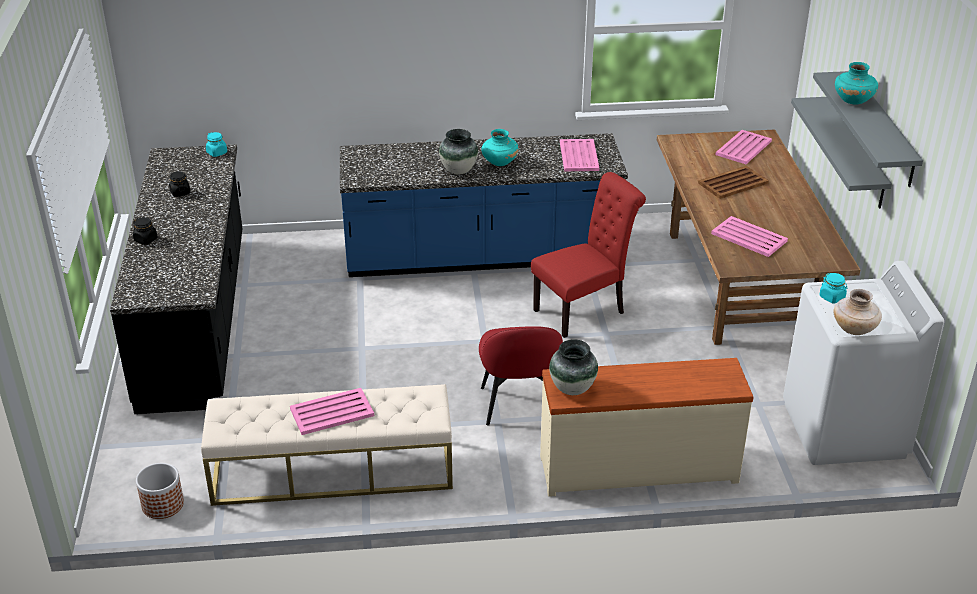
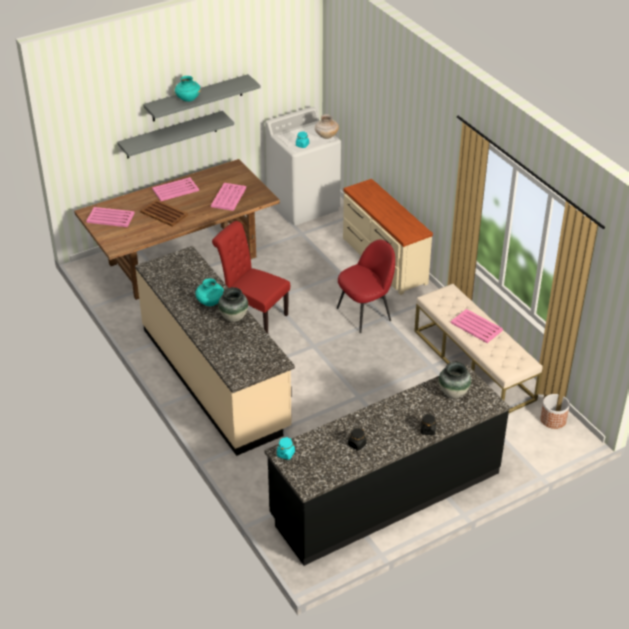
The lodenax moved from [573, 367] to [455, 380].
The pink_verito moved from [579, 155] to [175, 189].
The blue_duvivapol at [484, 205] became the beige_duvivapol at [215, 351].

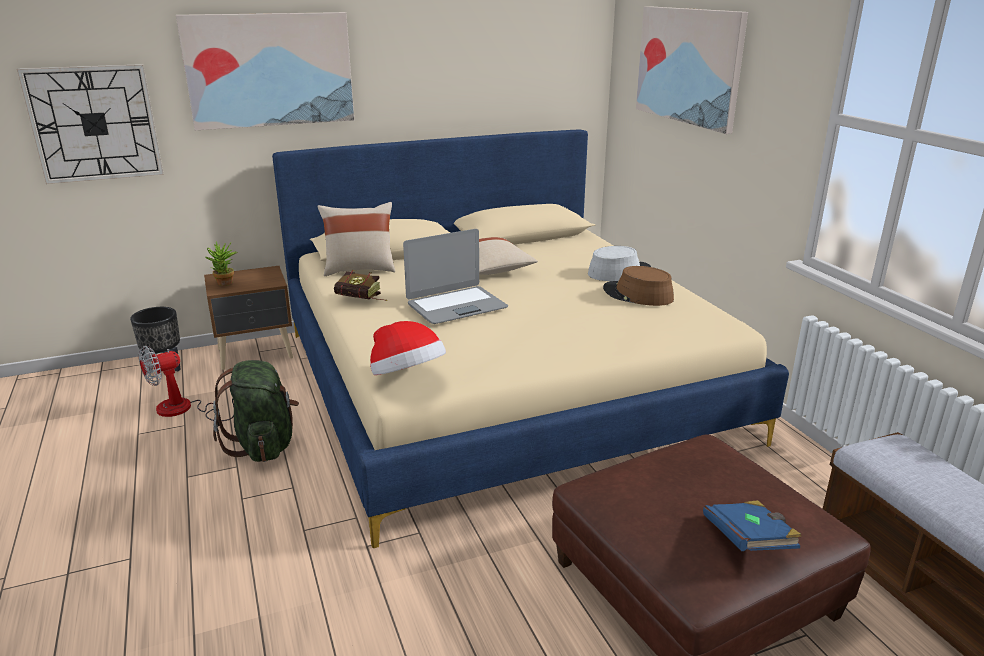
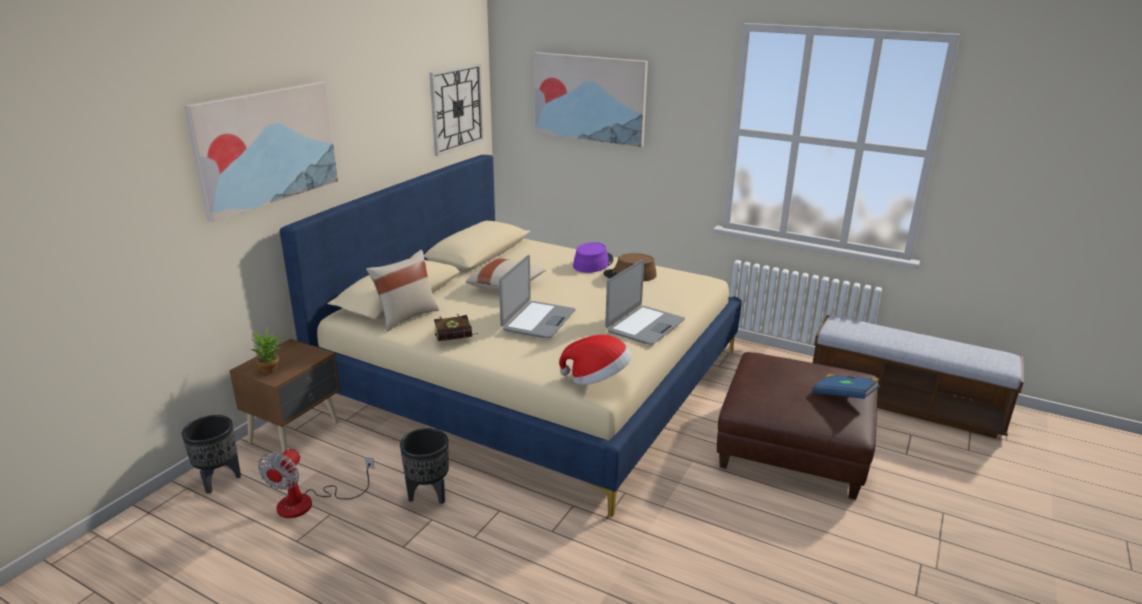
The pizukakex at [645, 302] appeared.
The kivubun moved from [90, 124] to [456, 109].
The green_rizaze at [256, 411] was replaced by the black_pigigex at [424, 466].
The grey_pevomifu at [619, 263] became the purple_pevomifu at [593, 257].

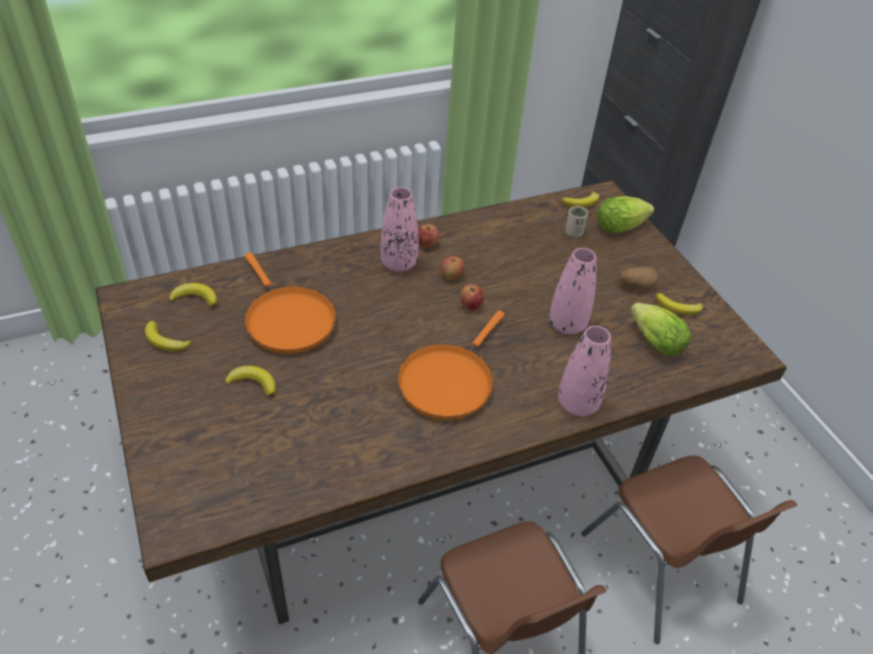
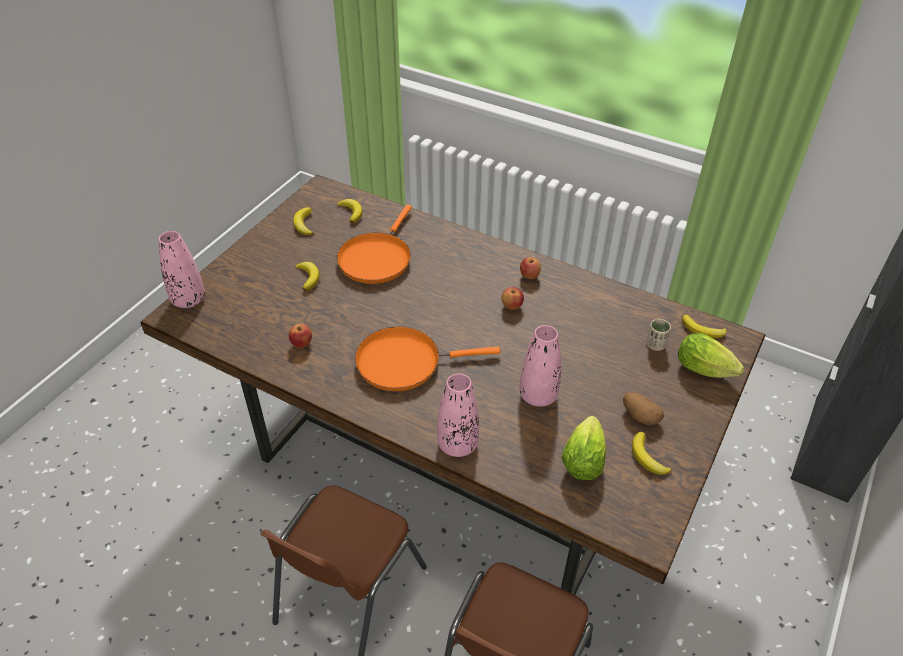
The pink_lodenax moved from [400, 229] to [182, 269].
The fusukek moved from [472, 297] to [300, 335].

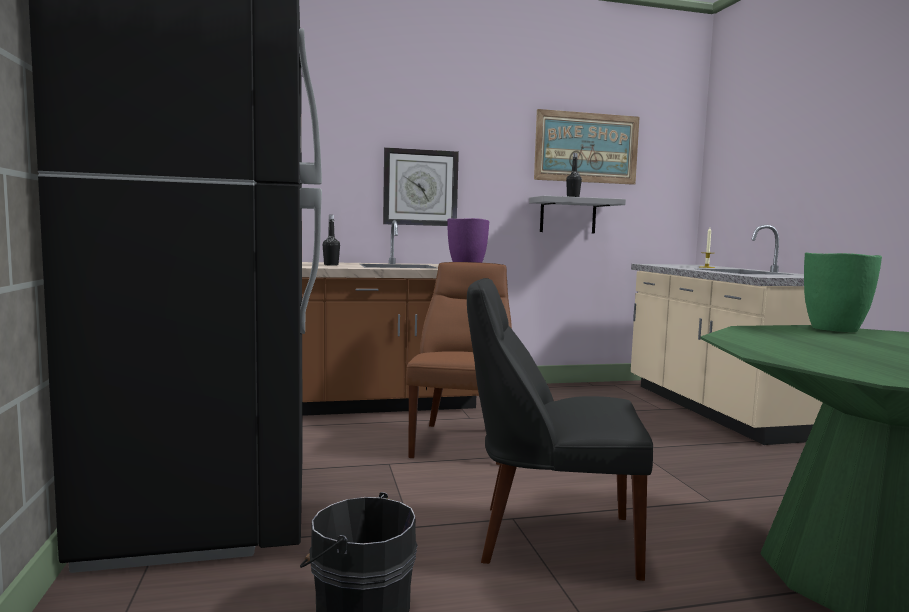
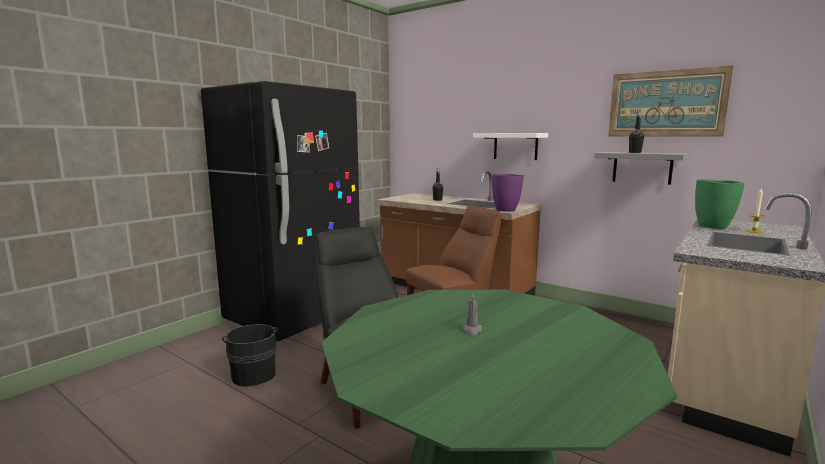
The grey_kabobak at [472, 314] appeared.
The green_lodenax moved from [843, 292] to [720, 204].
The kivubun at [421, 186] was replaced by the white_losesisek at [510, 146].

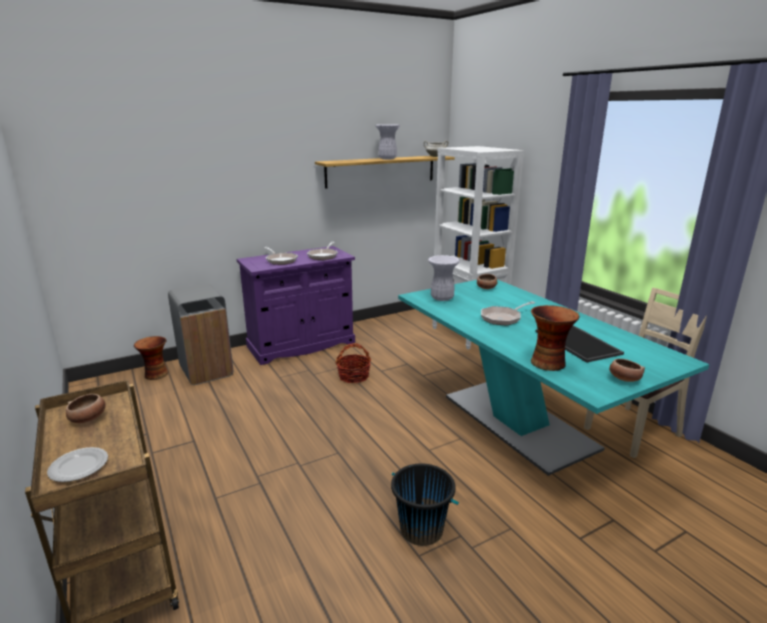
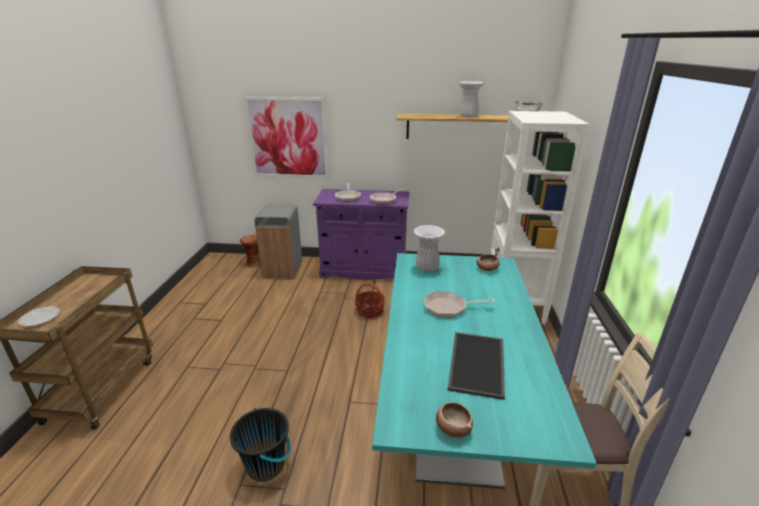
The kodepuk at [86, 408] disappeared.
The lodenax at [555, 338] disappeared.
The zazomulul at [286, 137] appeared.

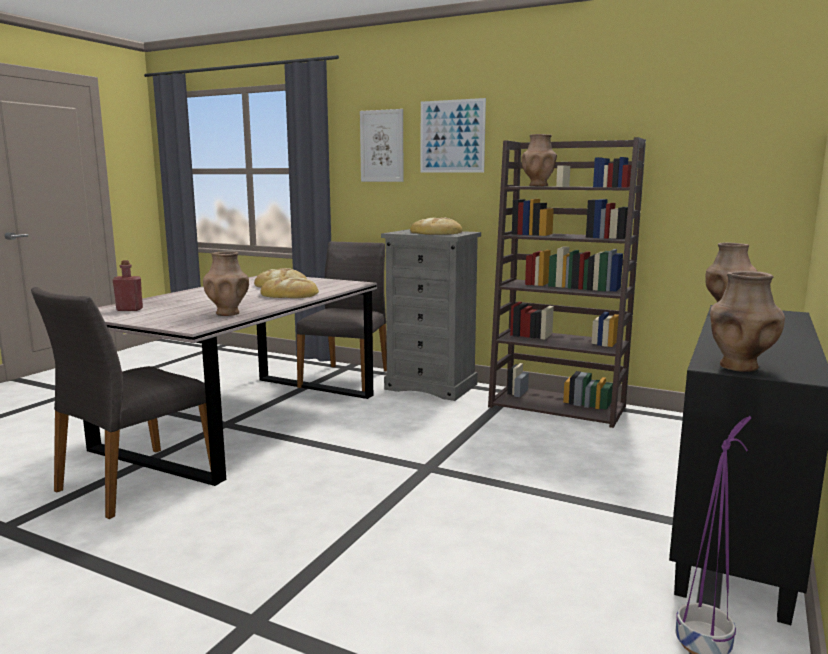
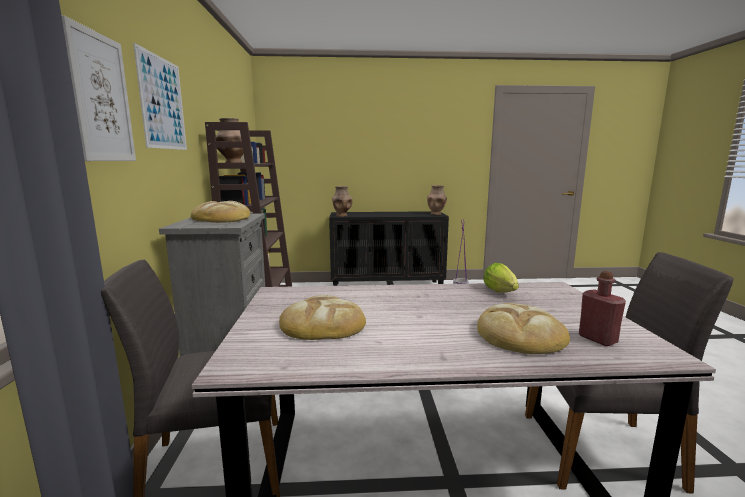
The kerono moved from [290, 287] to [523, 328].
The brown_lodenax at [226, 283] was replaced by the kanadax at [501, 278].

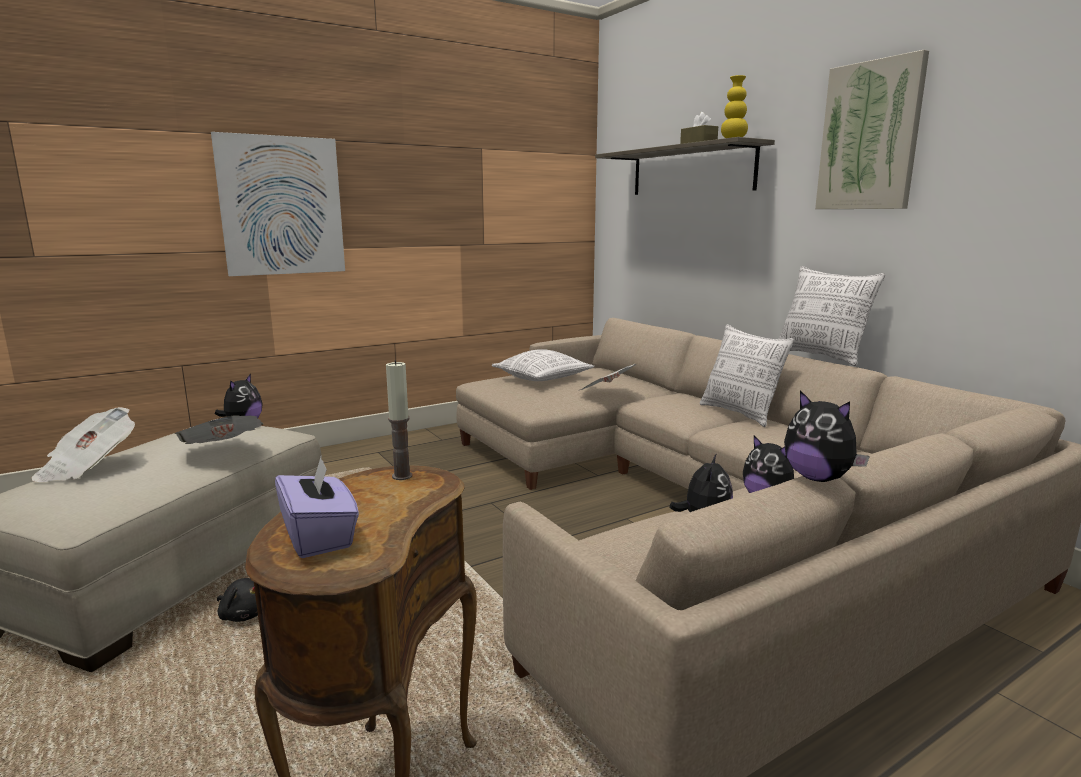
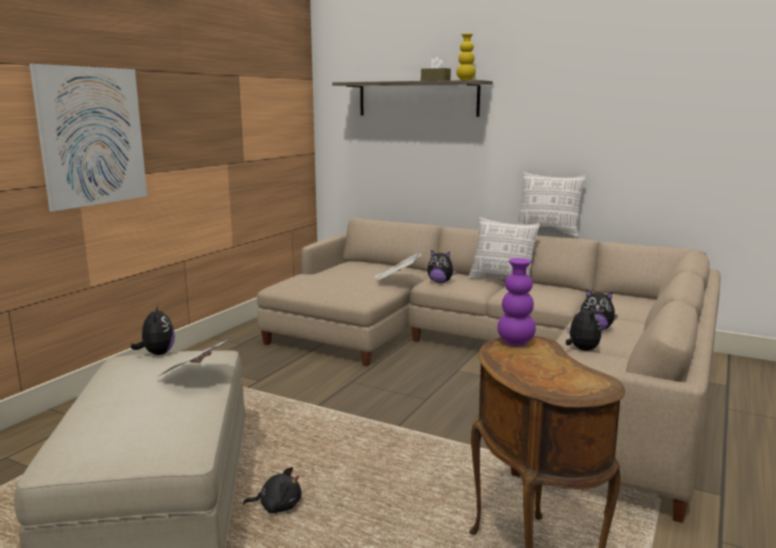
The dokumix at [83, 444] disappeared.
The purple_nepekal at [317, 507] disappeared.
The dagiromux at [543, 365] disappeared.
The zazomulul at [872, 129] disappeared.
The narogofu moved from [827, 436] to [442, 266].
The kabobak at [399, 420] was replaced by the purple_lodenax at [516, 302].

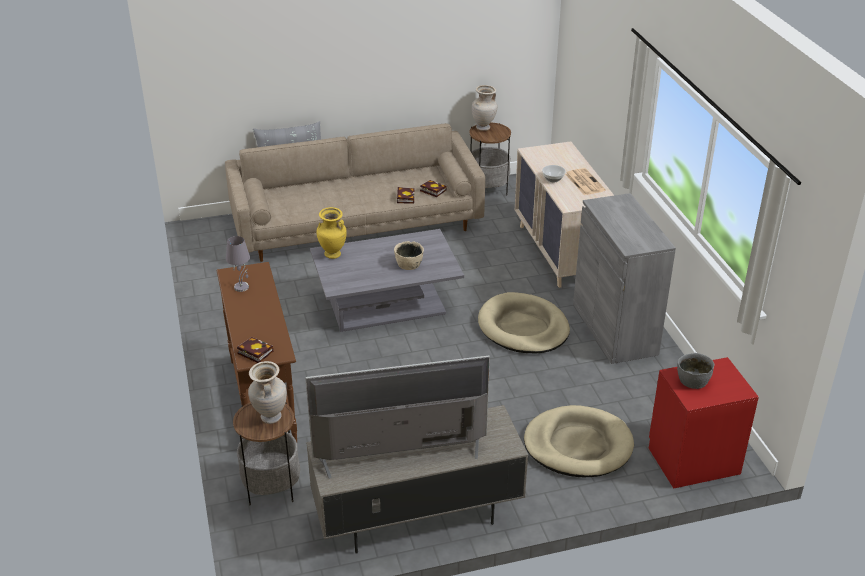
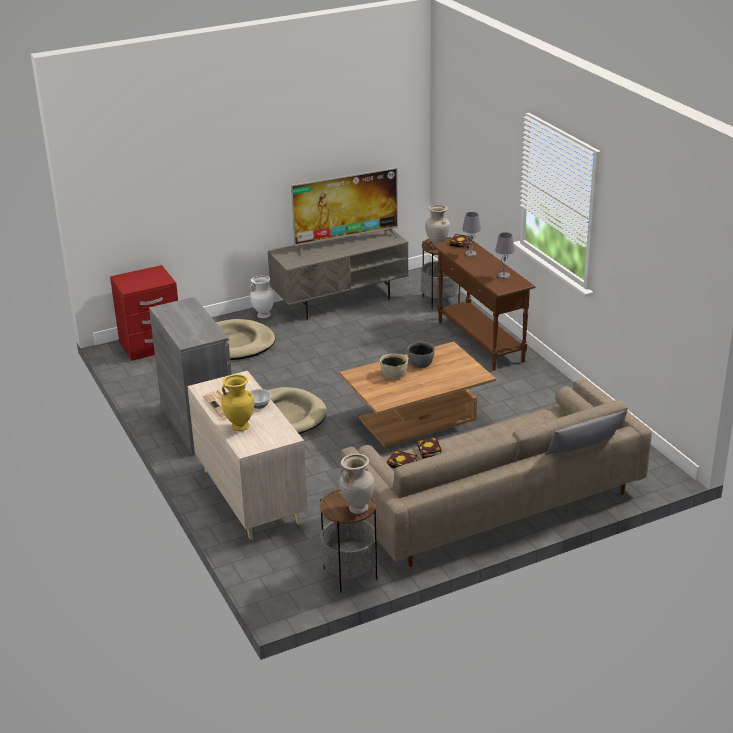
The white_lodenax at [262, 296] appeared.
The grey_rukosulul at [471, 234] appeared.
The yellow_lodenax moved from [331, 233] to [237, 402].
The grey_kodepuk moved from [695, 371] to [421, 354].
The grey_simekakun at [387, 280] became the brown_simekakun at [418, 394].

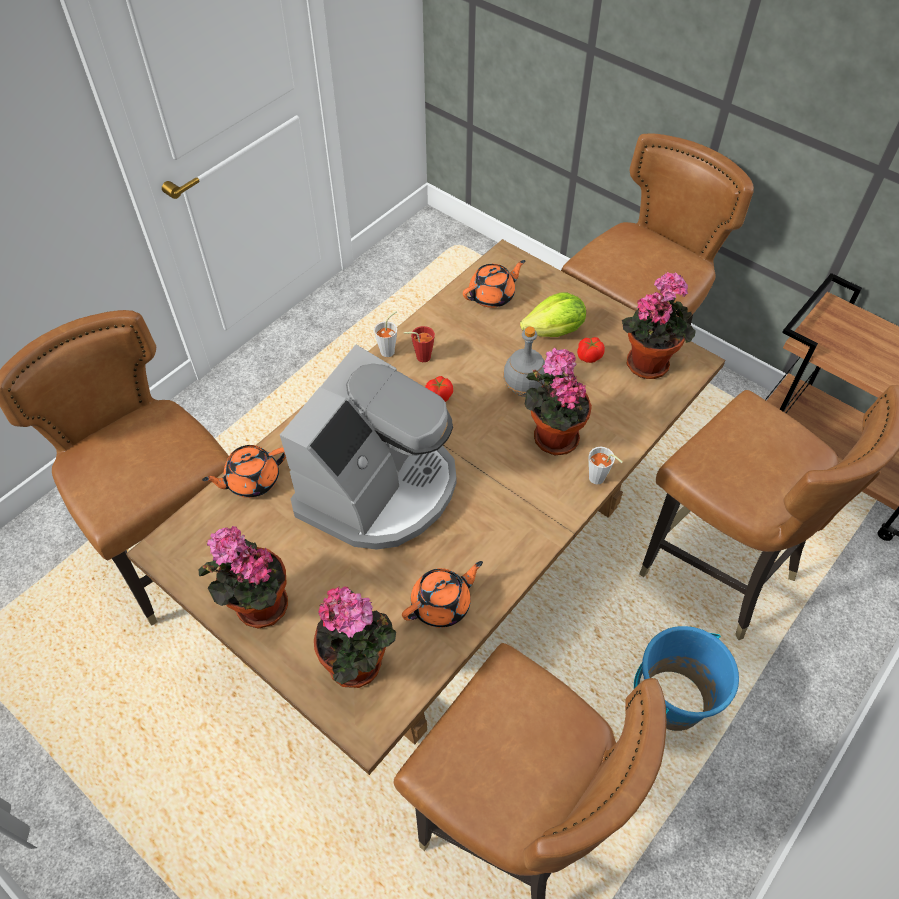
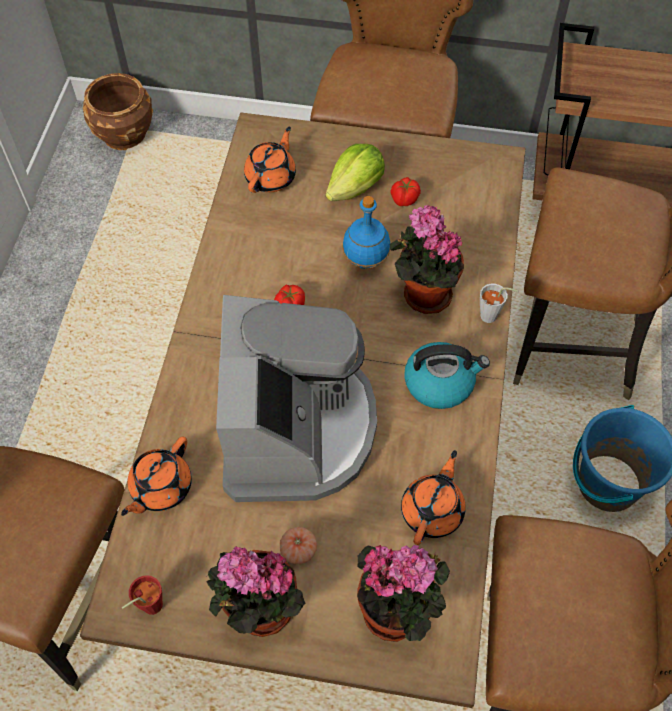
The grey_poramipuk at [385, 334] disappeared.
The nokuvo at [659, 325] disappeared.
The brown_pigigex at [118, 111] appeared.
The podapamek at [298, 545] appeared.
The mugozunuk at [447, 375] appeared.
The red_poramipuk moved from [419, 344] to [142, 595].
The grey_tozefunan at [524, 362] became the blue_tozefunan at [366, 232].

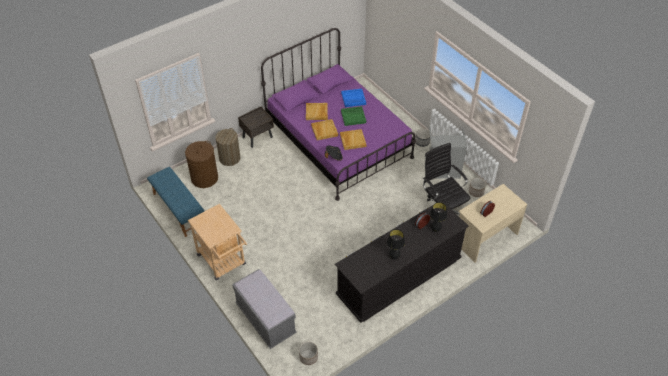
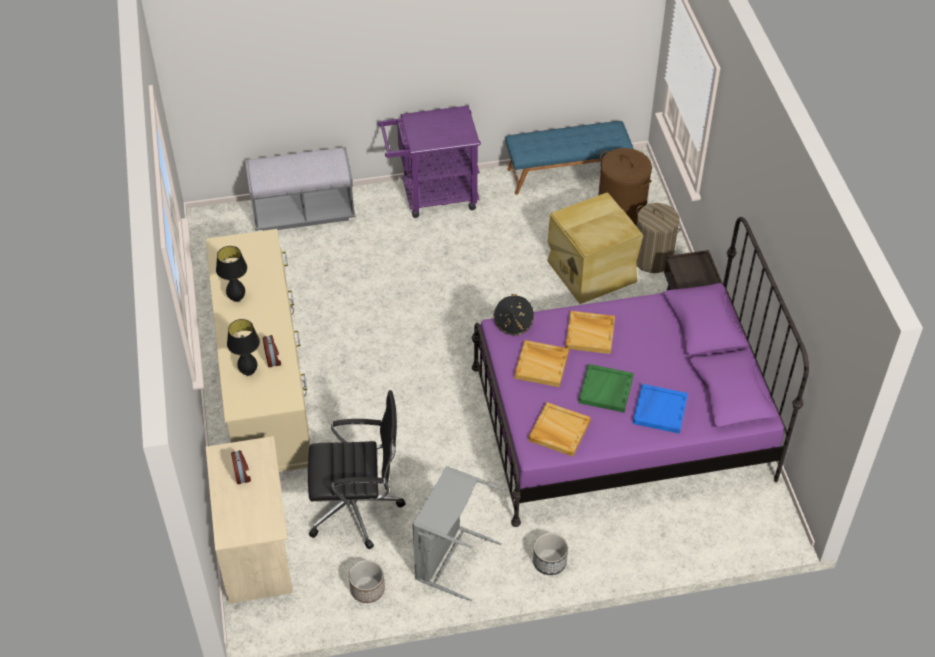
The pigigex at [308, 353] disappeared.
The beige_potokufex at [595, 248] appeared.
The beige_verito moved from [317, 111] to [559, 429].
The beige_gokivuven at [217, 242] became the purple_gokivuven at [429, 162].
The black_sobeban at [402, 261] became the beige_sobeban at [258, 350].

